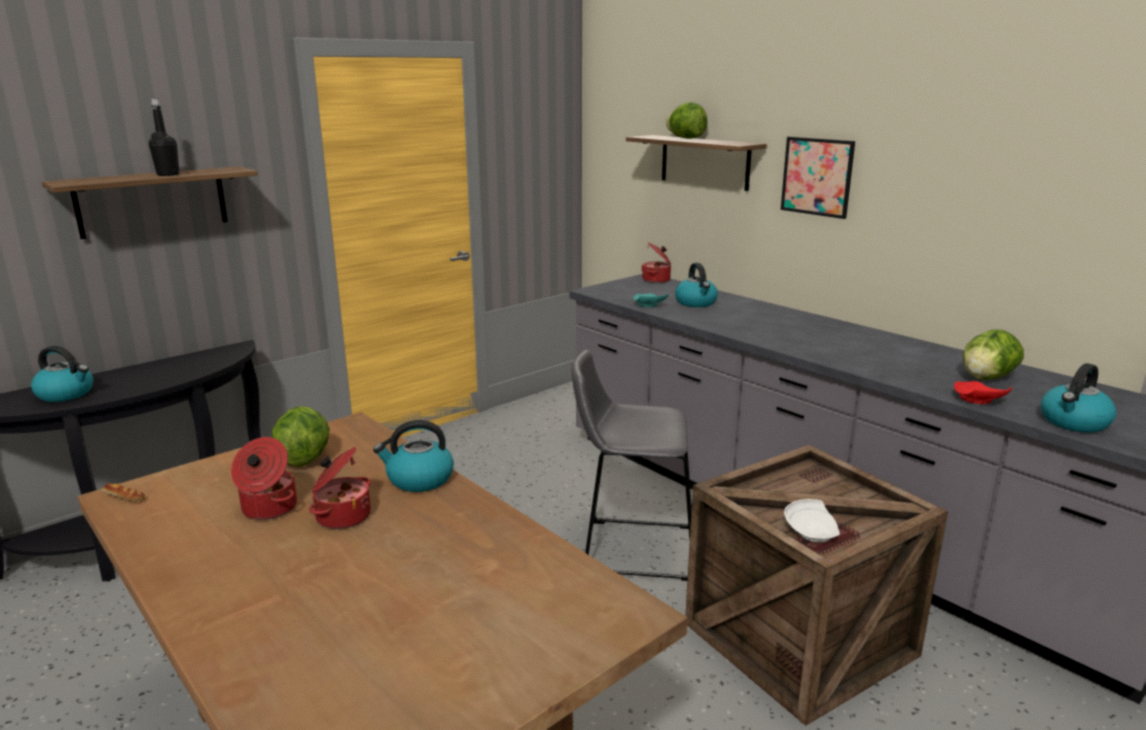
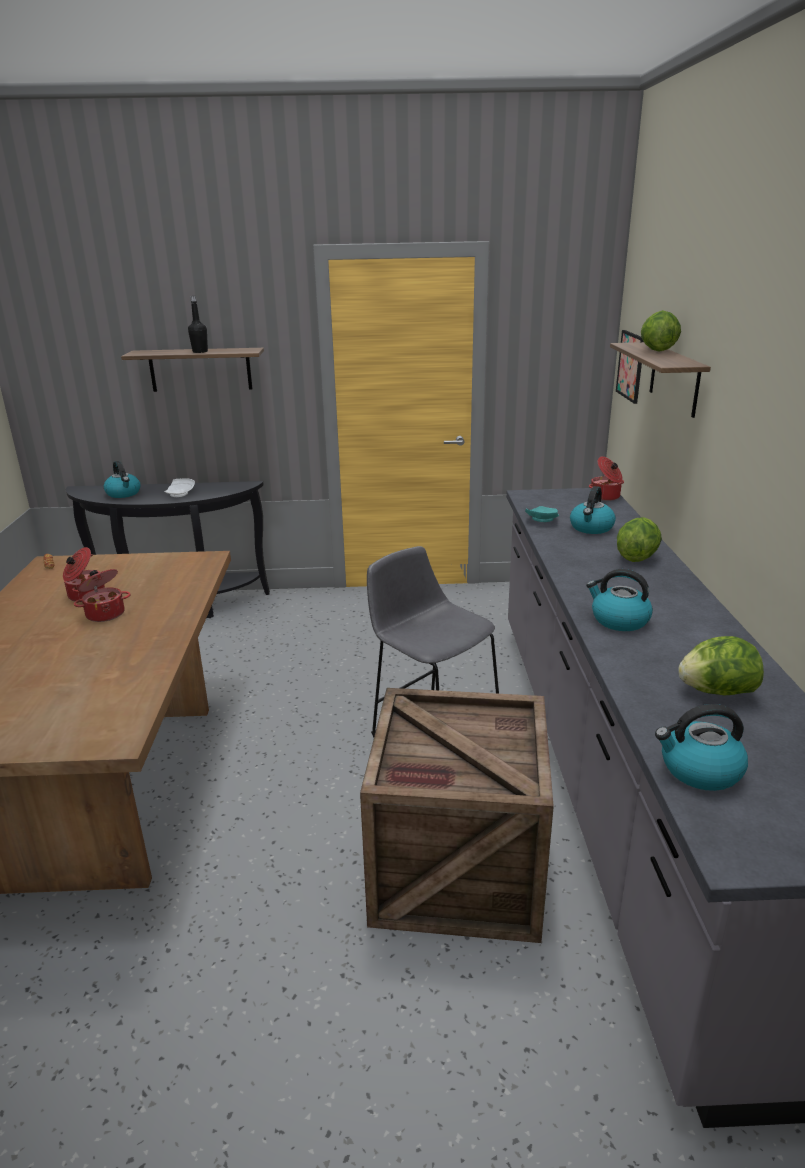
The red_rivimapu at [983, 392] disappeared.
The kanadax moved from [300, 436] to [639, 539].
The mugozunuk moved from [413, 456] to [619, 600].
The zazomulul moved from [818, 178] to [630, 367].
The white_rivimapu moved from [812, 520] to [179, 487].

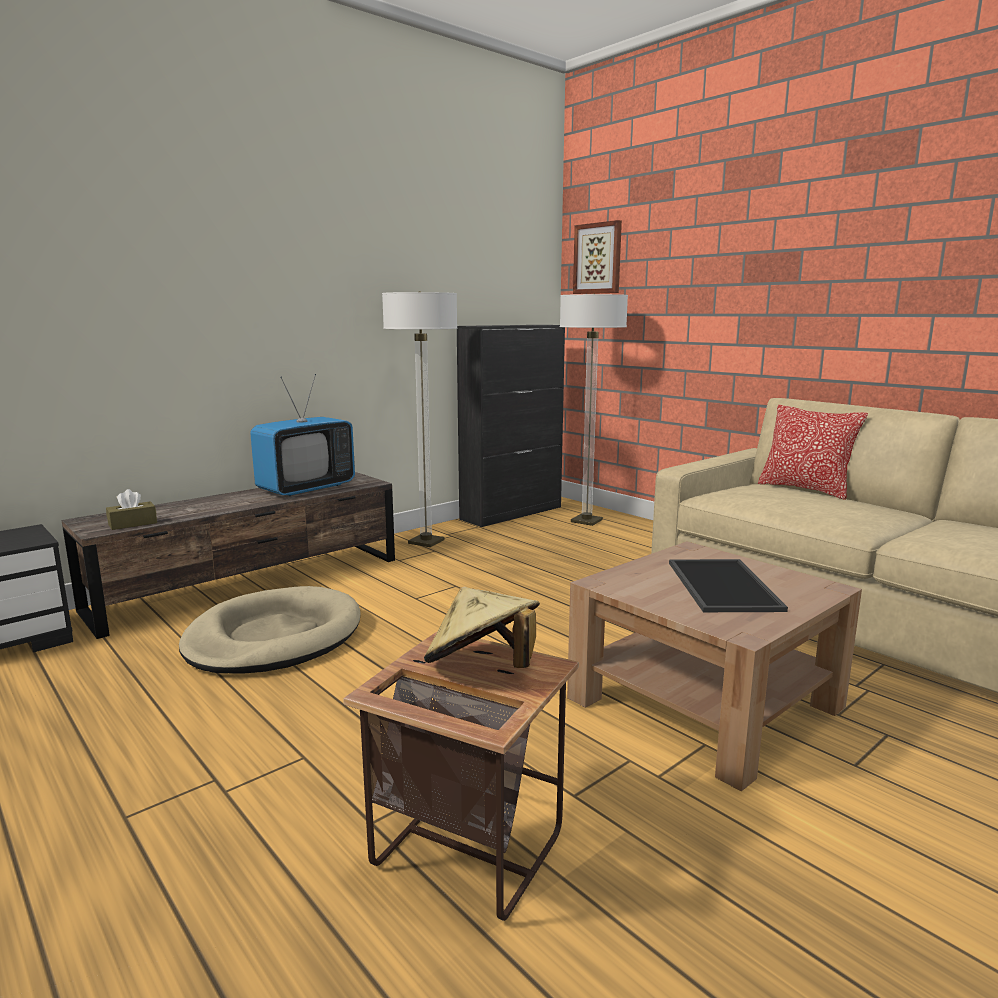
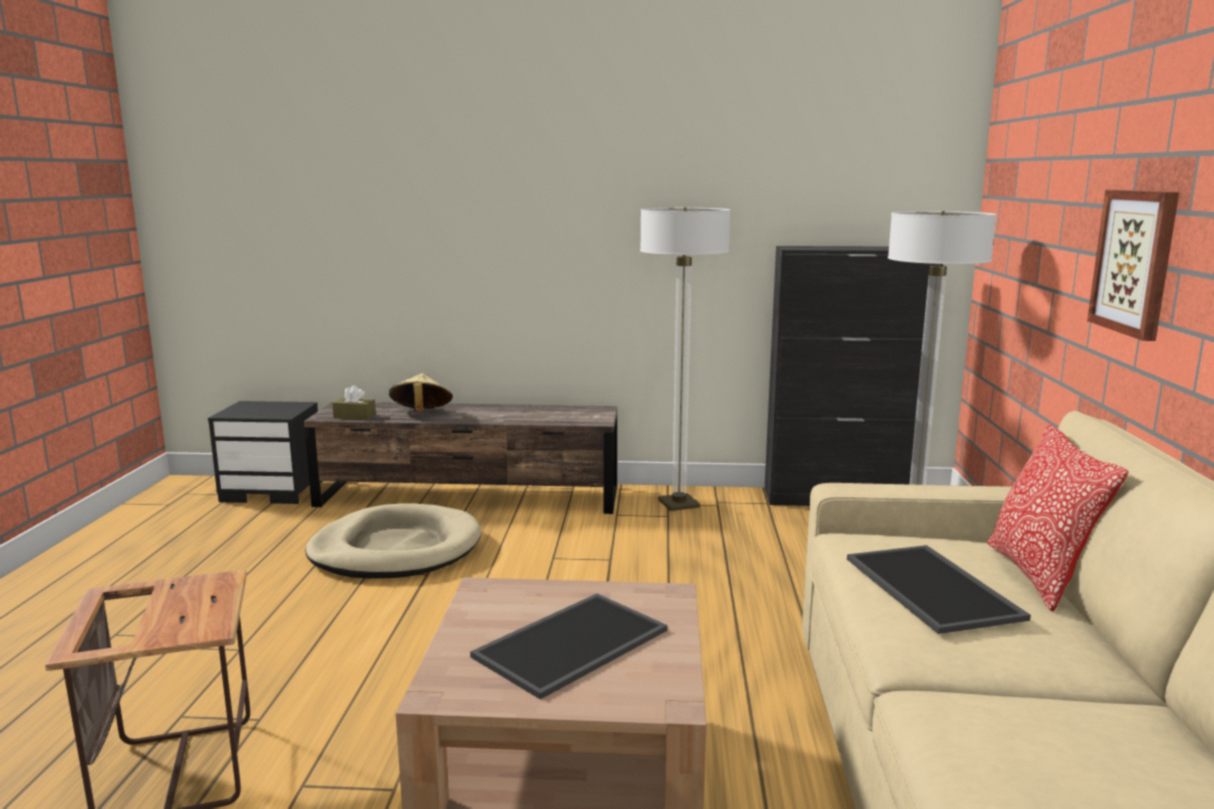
The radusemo at [302, 435] disappeared.
The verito at [939, 589] appeared.
The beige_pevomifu moved from [482, 627] to [421, 392].
The zazomulul moved from [597, 257] to [1133, 265].

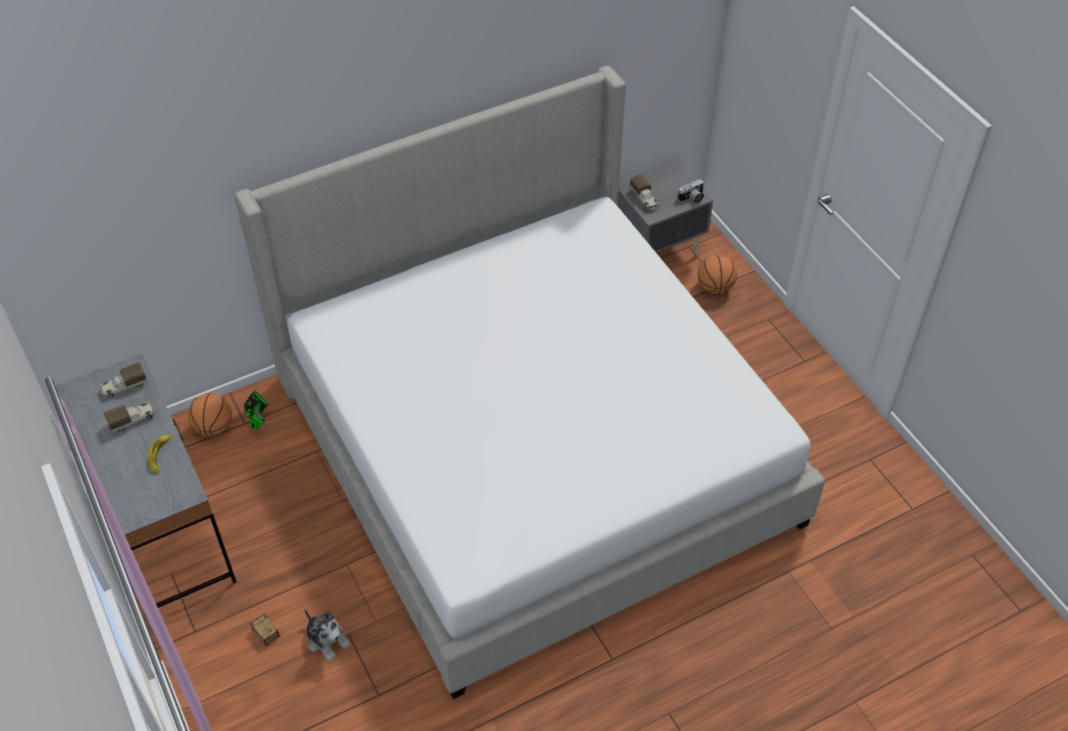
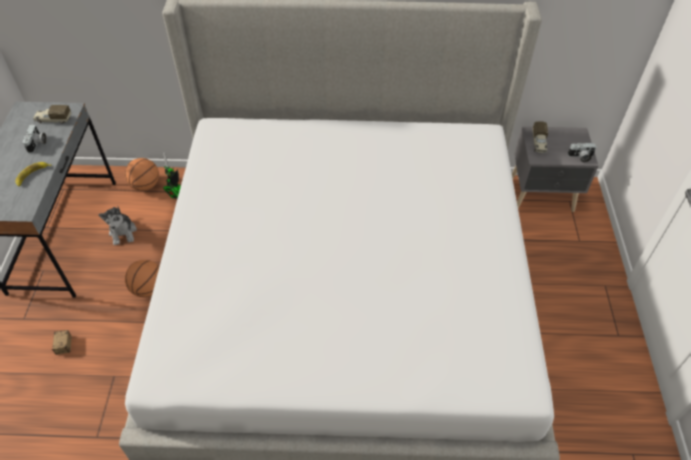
The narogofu moved from [327, 635] to [117, 225].
The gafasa moved from [717, 274] to [142, 278].
The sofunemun at [129, 417] was replaced by the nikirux at [35, 138].
The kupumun at [256, 410] turned 150 degrees clockwise.

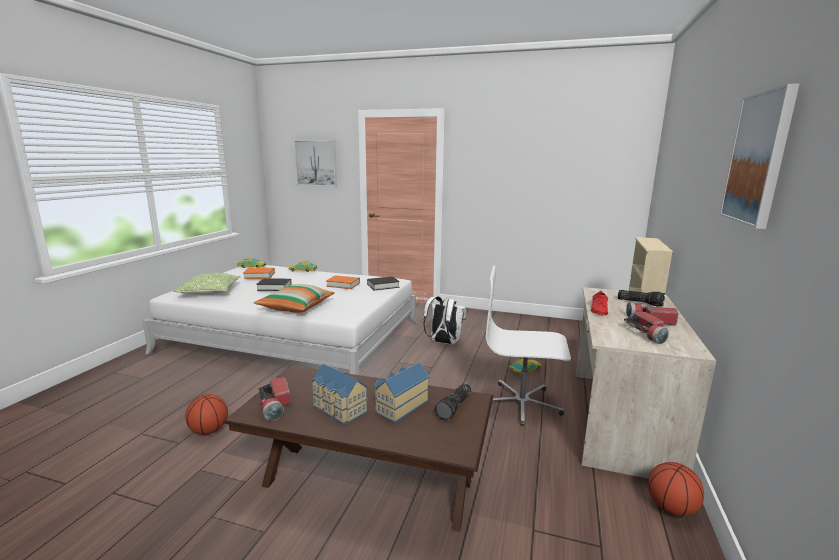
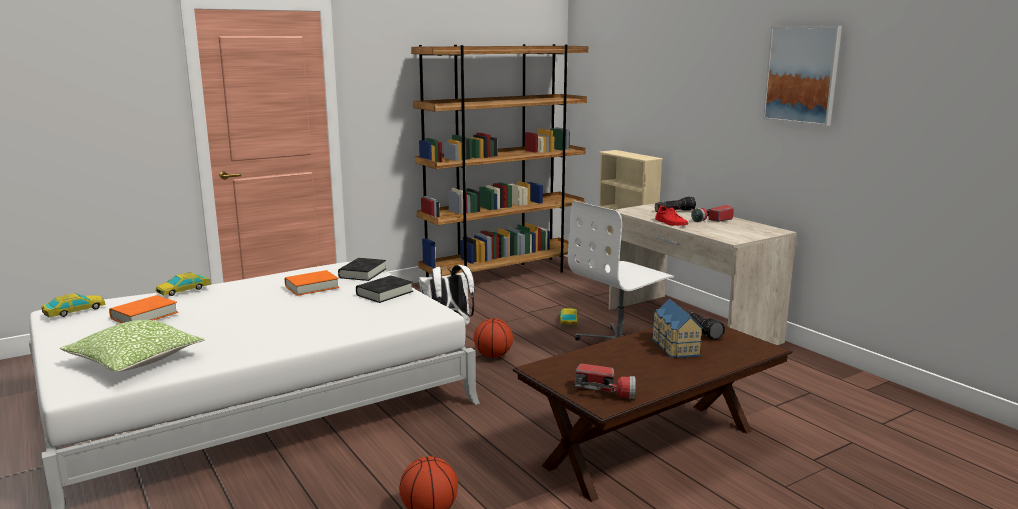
The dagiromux at [294, 298] disappeared.
The zazomulul at [315, 163] disappeared.
The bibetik at [339, 394] disappeared.
The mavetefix at [646, 328] disappeared.
The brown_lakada at [499, 160] appeared.
The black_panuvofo moved from [273, 284] to [384, 289].
The gafasa moved from [676, 489] to [493, 338].

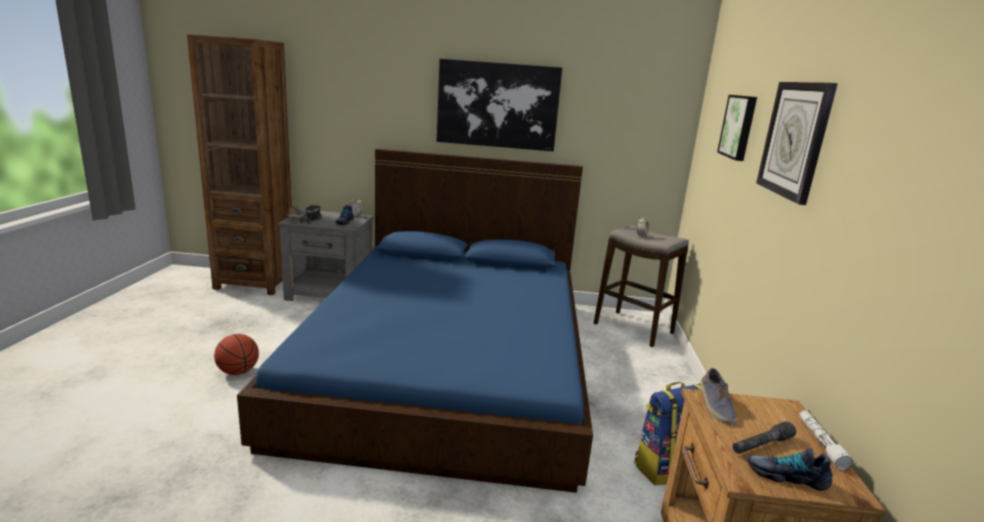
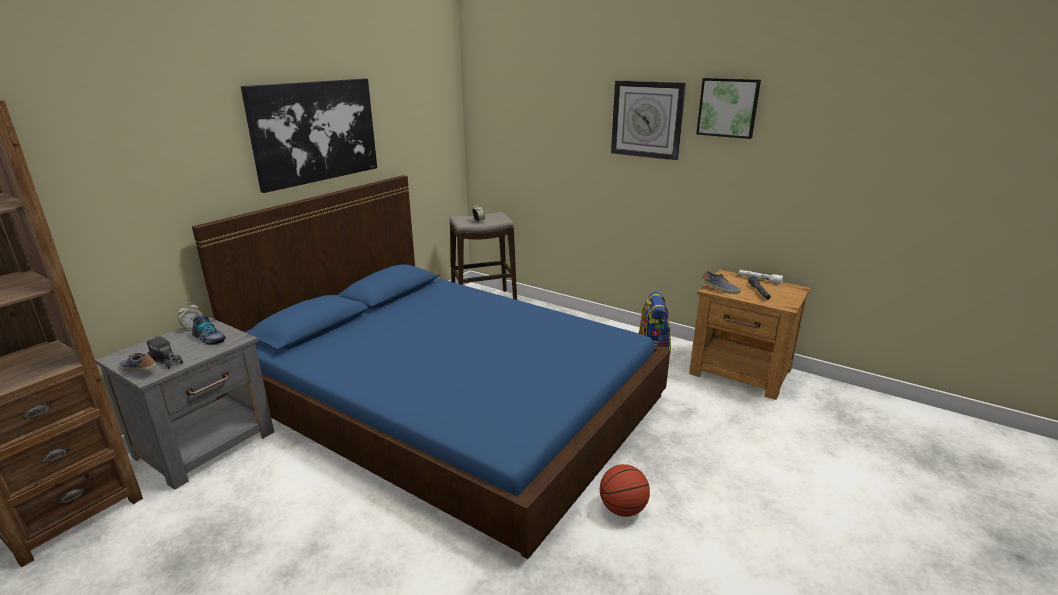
The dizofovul at [790, 469] disappeared.
The gafasa moved from [236, 354] to [625, 490].
The zazomulul moved from [737, 128] to [728, 108].

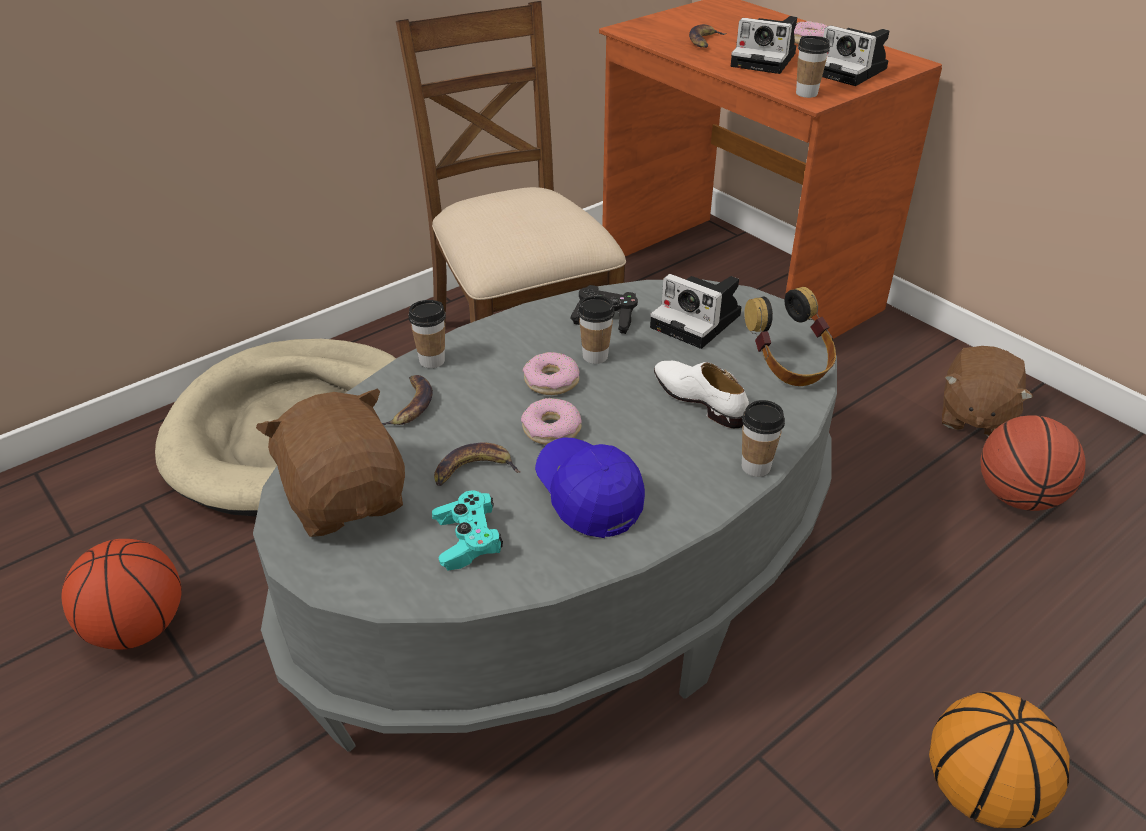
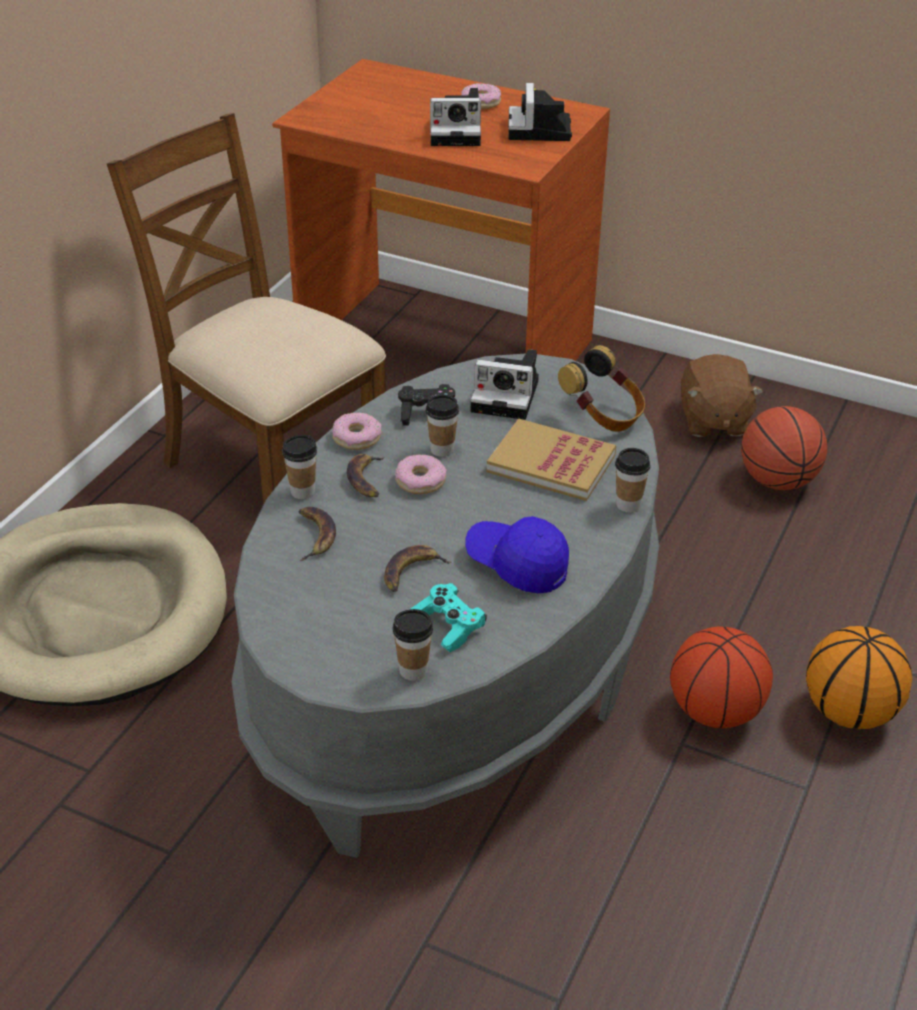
The brown_narogofu at [330, 463] disappeared.
The gafasa moved from [121, 594] to [721, 677].
The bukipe moved from [551, 421] to [357, 431].
The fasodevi moved from [707, 36] to [365, 475].
The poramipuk moved from [813, 67] to [413, 645].
The white_dizofovul at [701, 394] was replaced by the panuvofo at [551, 459].
The nikirux at [855, 55] turned 75 degrees clockwise.

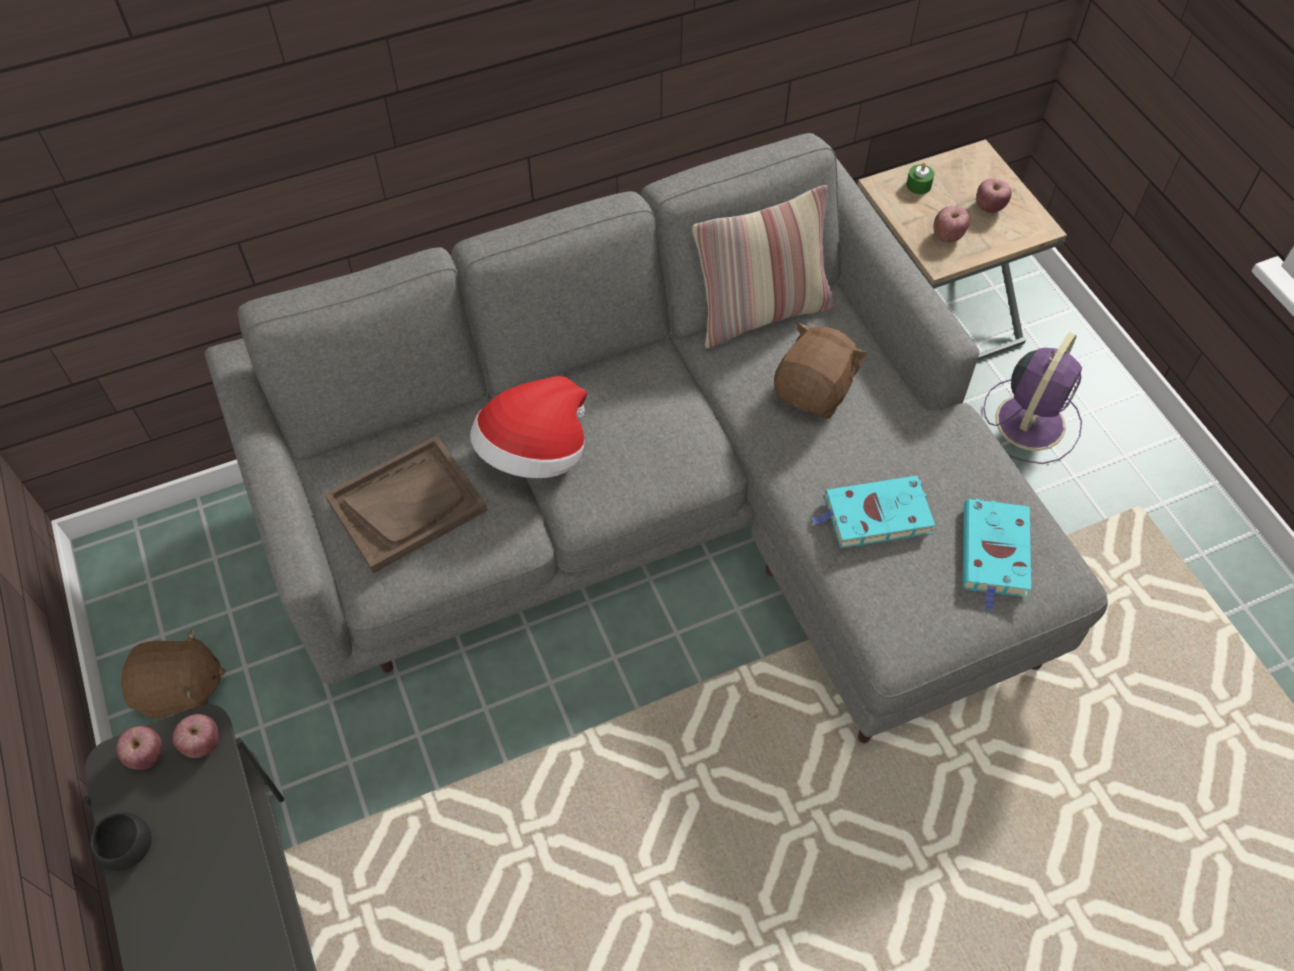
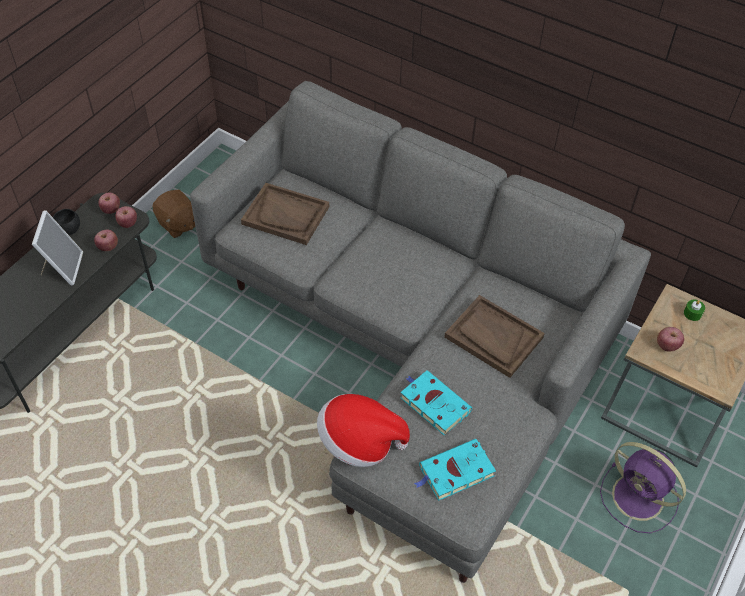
The dagiromux at [763, 267] disappeared.
The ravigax at [57, 247] appeared.
The pevomifu moved from [528, 427] to [363, 430].
The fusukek moved from [994, 195] to [106, 240].
The brown_narogofu at [821, 370] was replaced by the brown_verito at [494, 336].
The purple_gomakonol at [1033, 398] turned 45 degrees clockwise.

